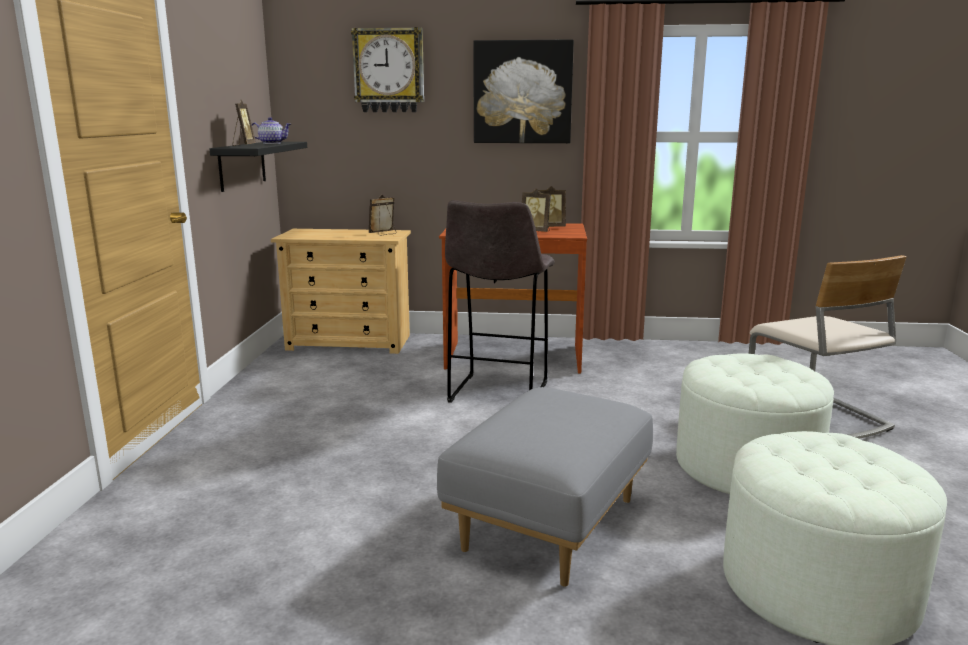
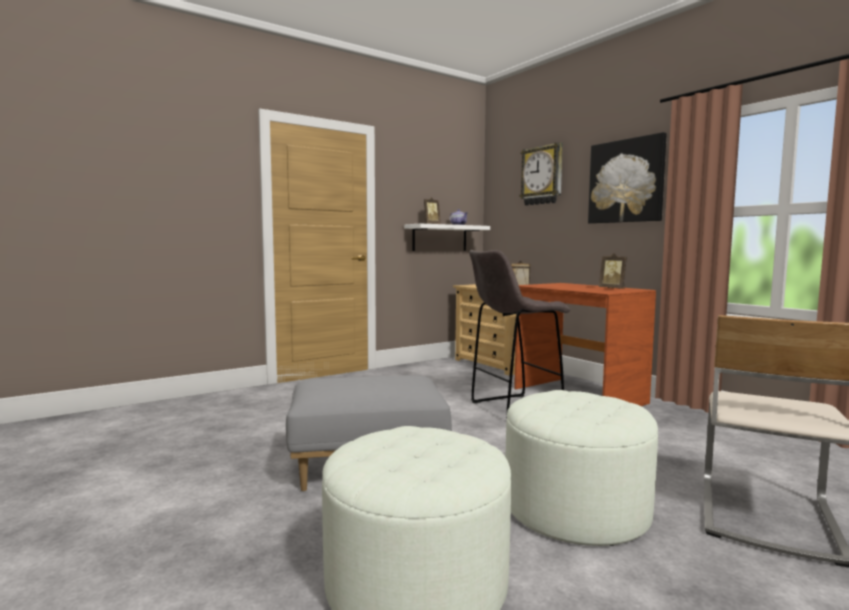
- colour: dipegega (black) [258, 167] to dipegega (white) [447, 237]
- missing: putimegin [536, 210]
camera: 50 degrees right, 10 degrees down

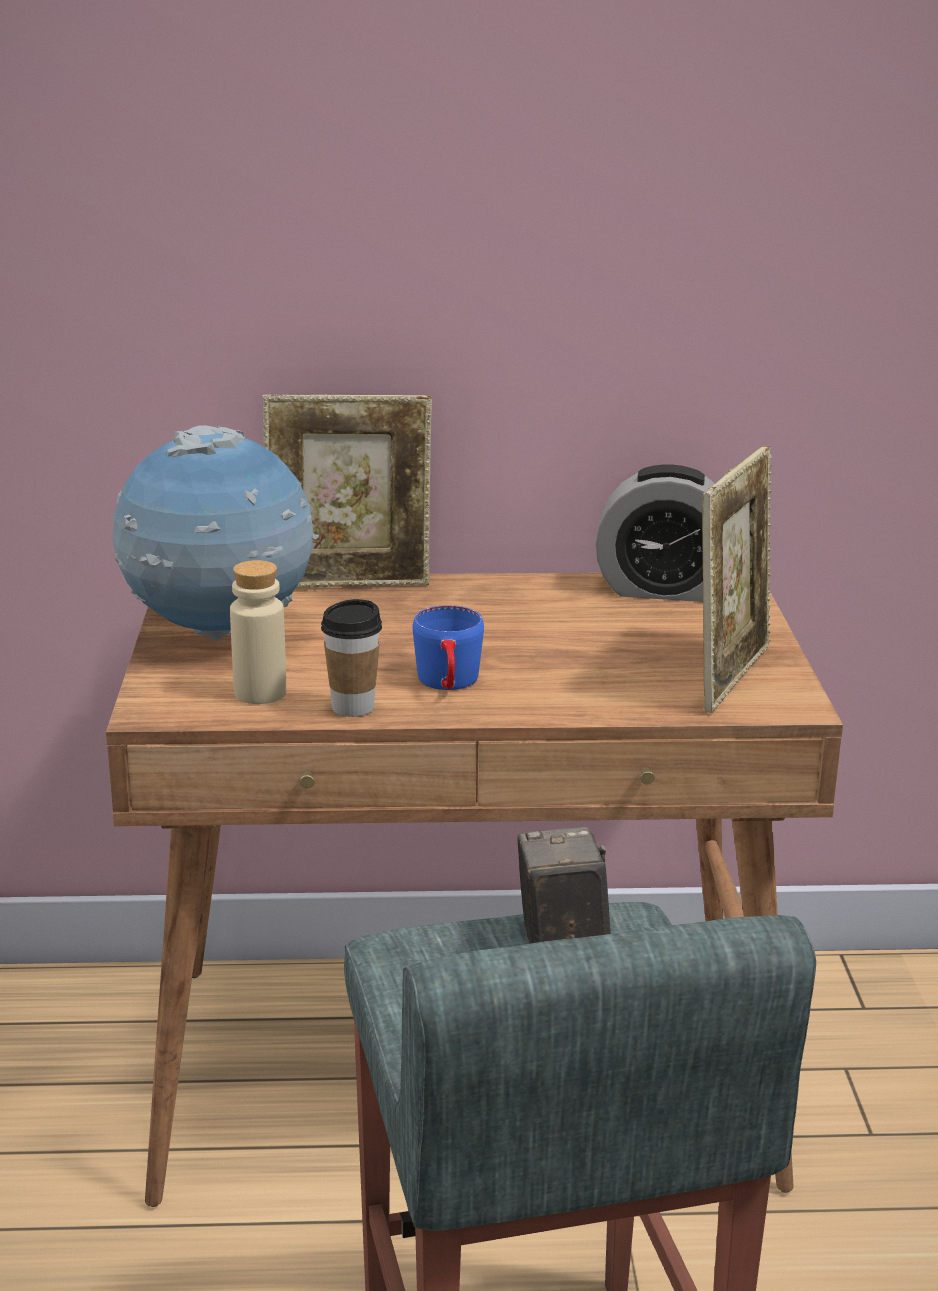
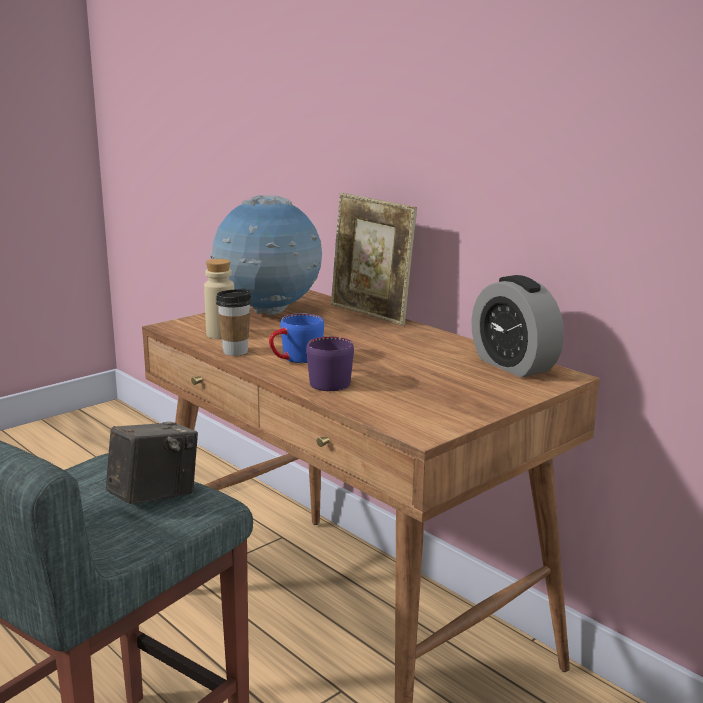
- missing: putimegin [737, 579]
- appeared: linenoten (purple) [330, 364]
camera: 50 degrees right, 5 degrees down

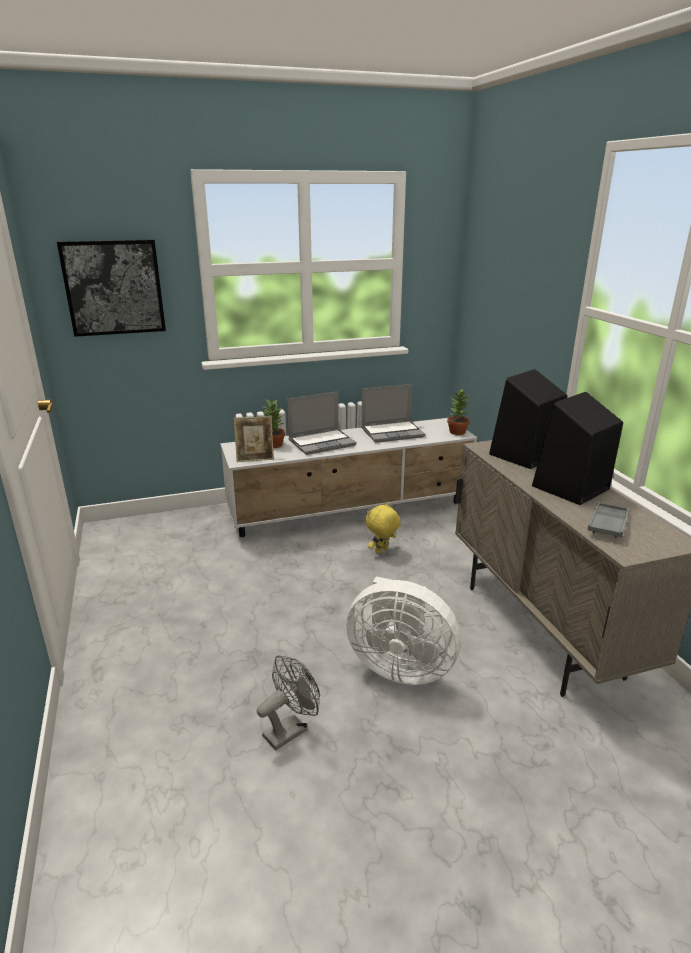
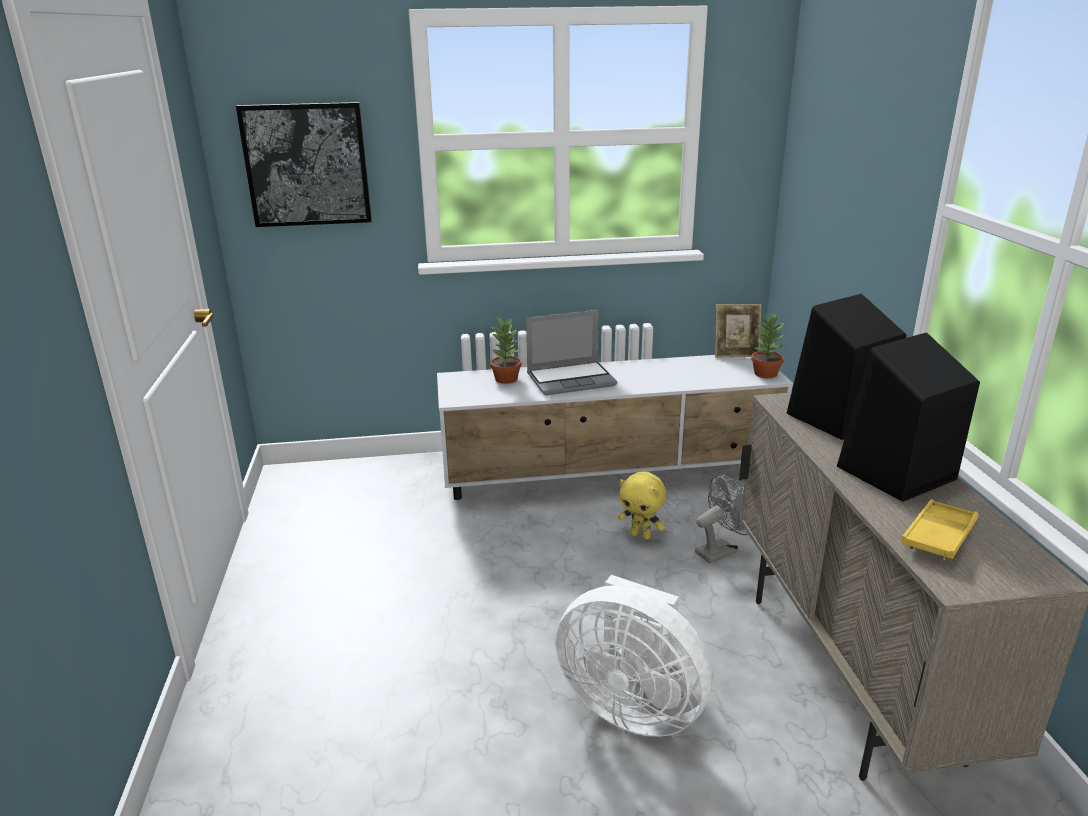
- missing: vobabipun [393, 413]
- relocated: putimegin [254, 439] to [738, 331]
- colour: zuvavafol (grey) [608, 520] to zuvavafol (yellow) [939, 529]
- spun: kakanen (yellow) [383, 528] = [642, 506] 120 degrees counterclockwise
- relocated: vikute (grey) [288, 702] to [722, 519]
camera: 10 degrees right, 0 degrees up

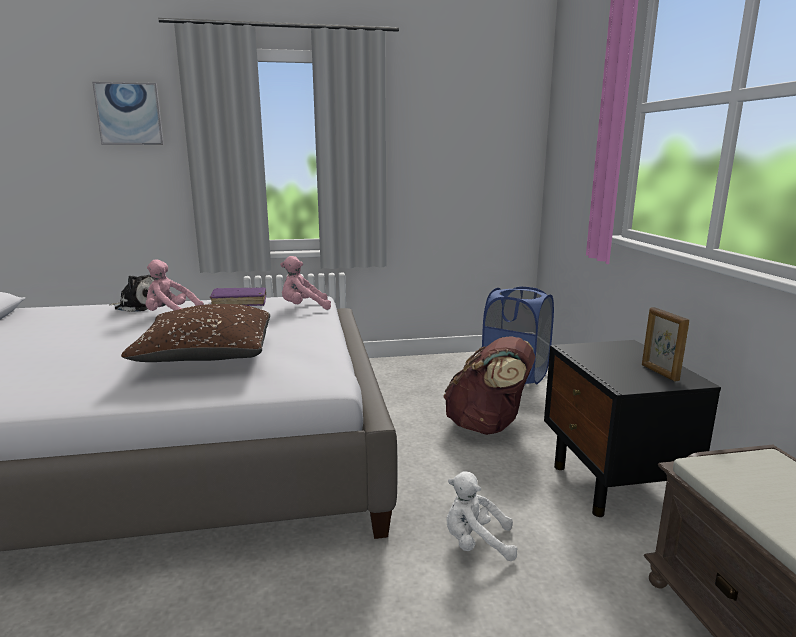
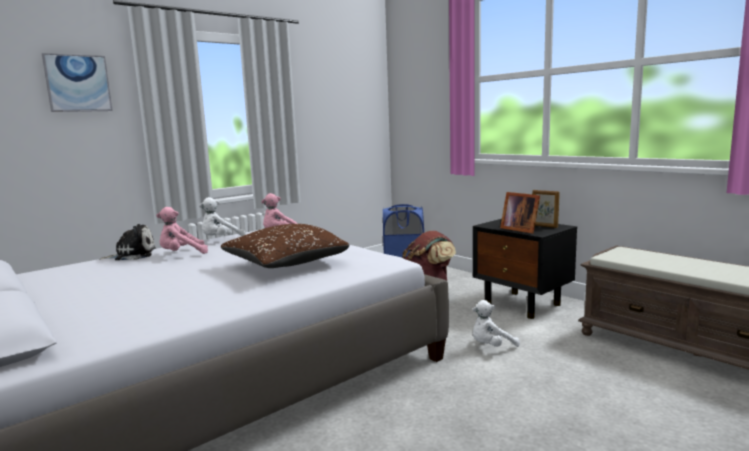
- exchanged: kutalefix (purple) [238, 296] to kakanen (white) [222, 216]
- appeared: putimegin [520, 213]
camera: 30 degrees left, 5 degrees down

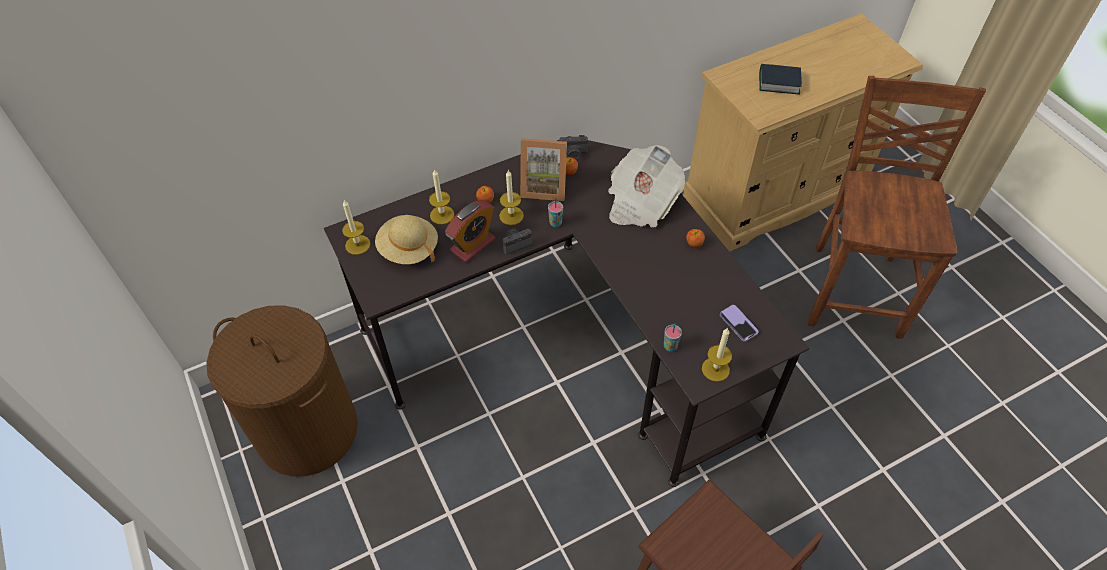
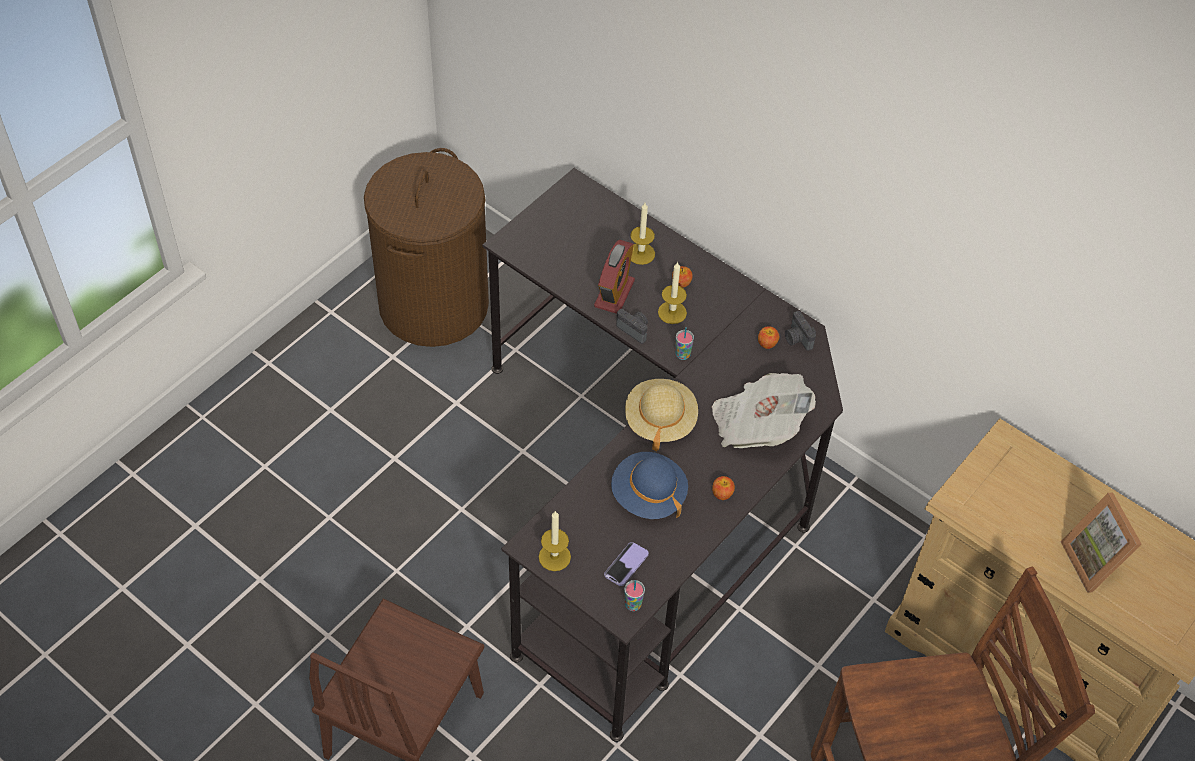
- missing: kutalefix [780, 79]
- relocated: putimegin [543, 169] to [1101, 543]
- missing: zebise [356, 227]
- spun: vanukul [470, 231] = [614, 277] 90 degrees counterclockwise
- relocated: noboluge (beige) [406, 239] to [661, 415]
- relocated: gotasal [673, 337] to [634, 595]
- appeared: noboluge (blue) [649, 485]
camera: 65 degrees right, 0 degrees up

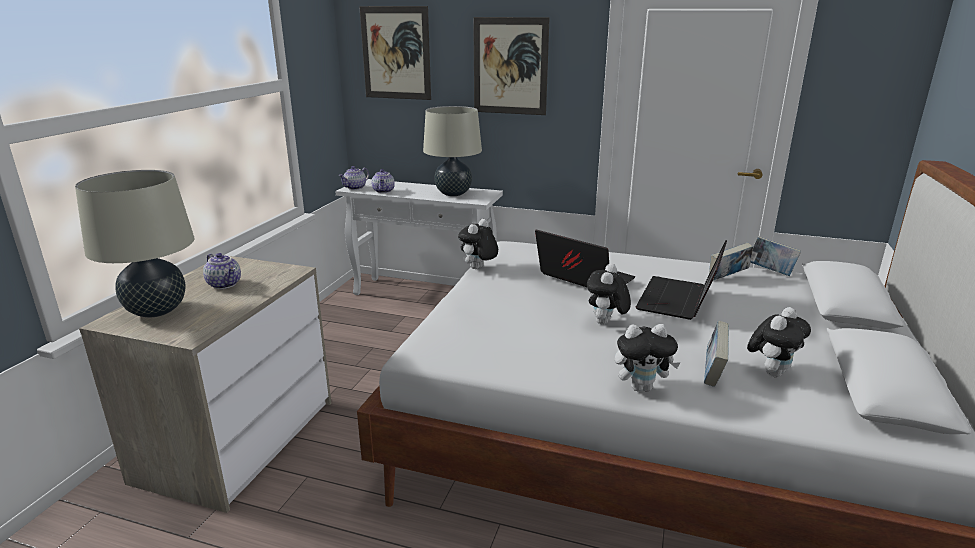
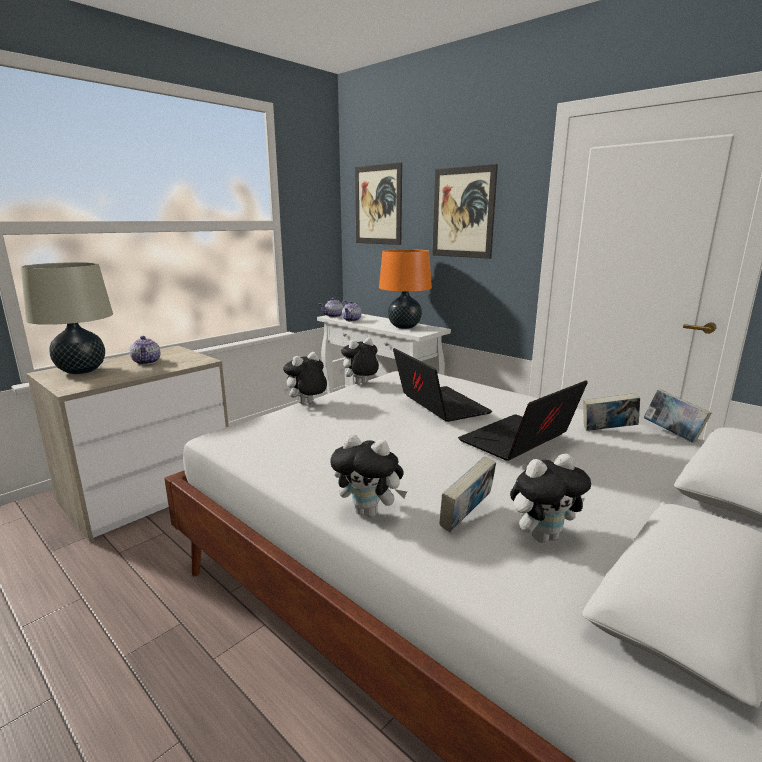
- colour: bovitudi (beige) [452, 151] to bovitudi (orange) [405, 289]
- relocated: kakanen [609, 293] to [305, 378]
camera: 25 degrees right, 5 degrees down

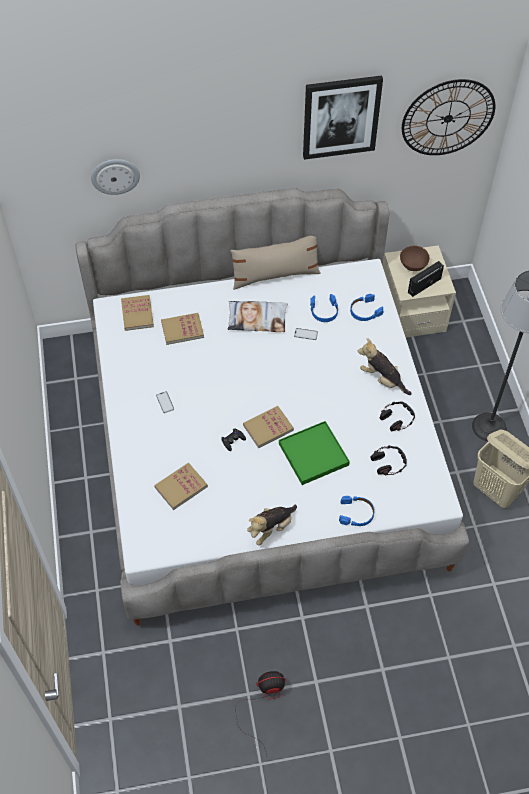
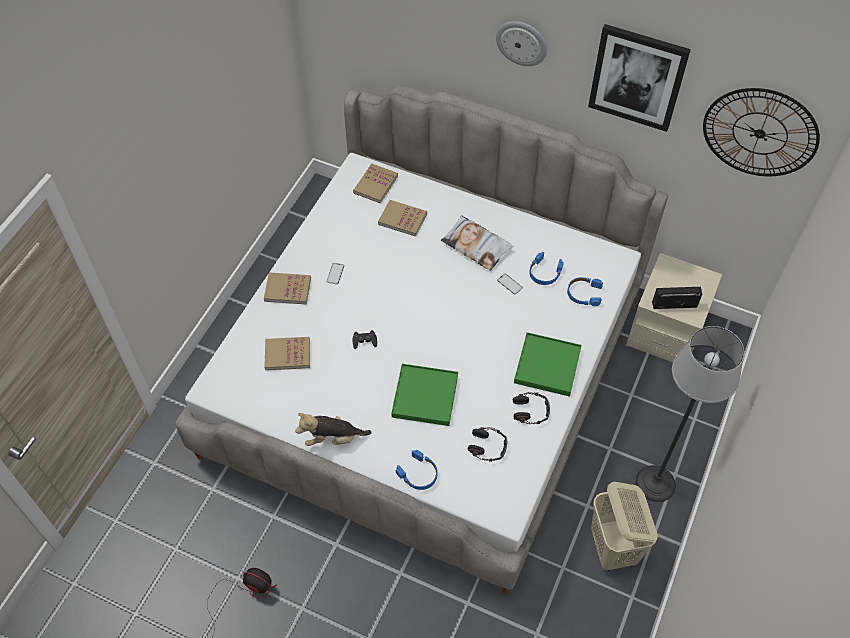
- relocated: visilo [115, 177] to [521, 43]
- missing: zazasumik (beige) [275, 263]
- missing: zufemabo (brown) [414, 258]
- exchanged: kakanen [384, 366] to zuvavafol (green) [548, 364]
- relocated: kutalefix [268, 427] to [287, 288]
camera: 35 degrees right, 0 degrees up

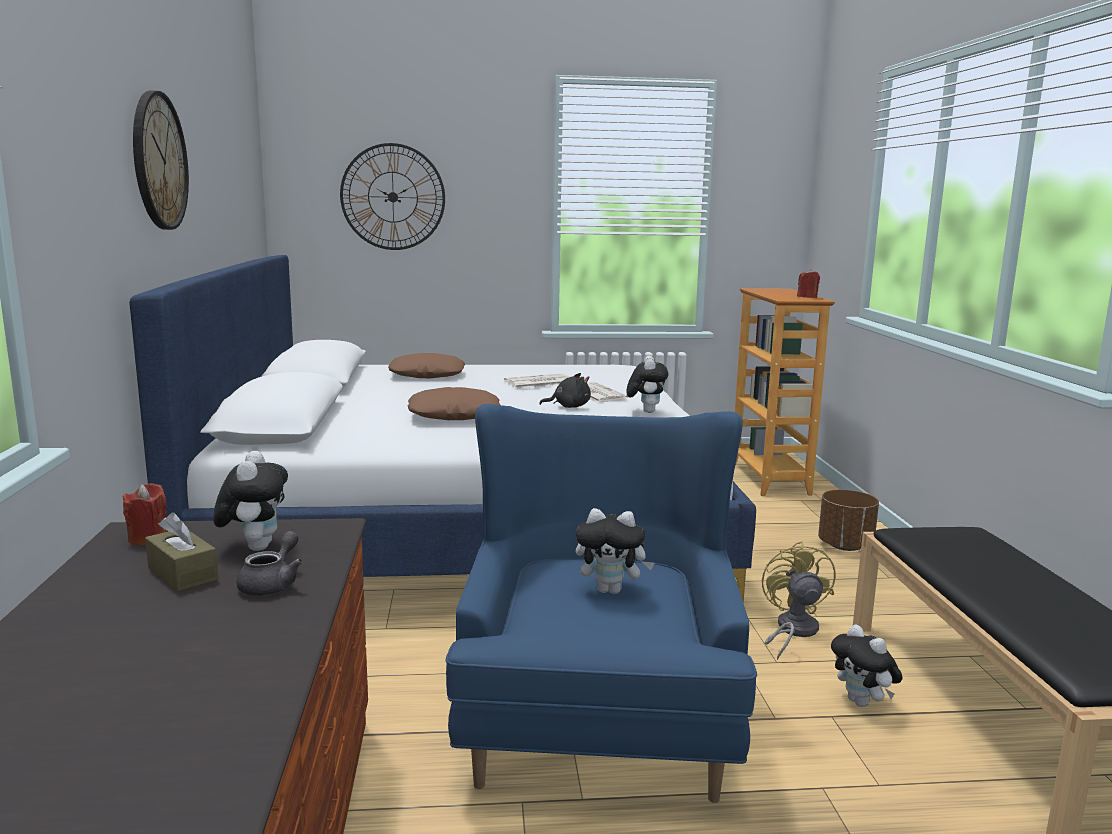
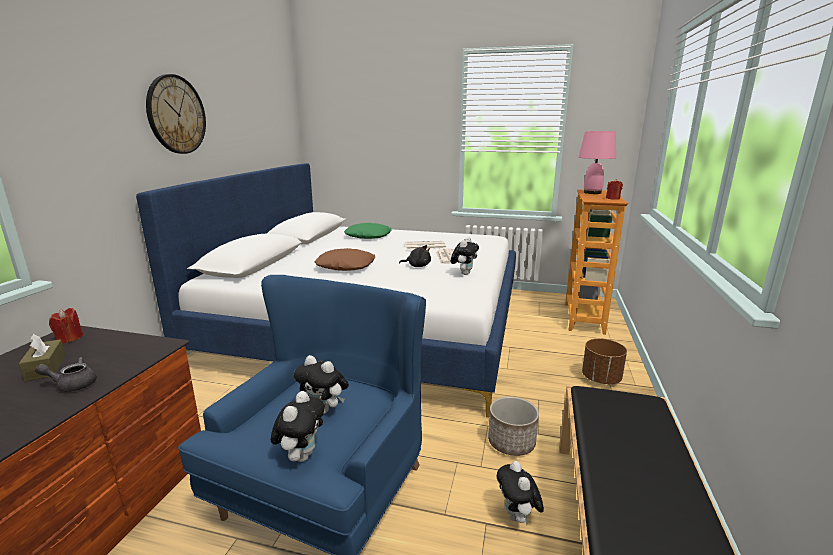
- missing: visilo [392, 196]
- colour: zazasumik (brown) [426, 365] to zazasumik (green) [368, 231]
- relocated: kakanen [250, 501] to [298, 426]
- spun: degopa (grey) [270, 563] = [66, 374] 135 degrees counterclockwise
- exchanged: vikute (yellow) [799, 600] to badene [513, 426]
- appeared: bovitudi (pink) [597, 162]
camera: 20 degrees right, 5 degrees up

